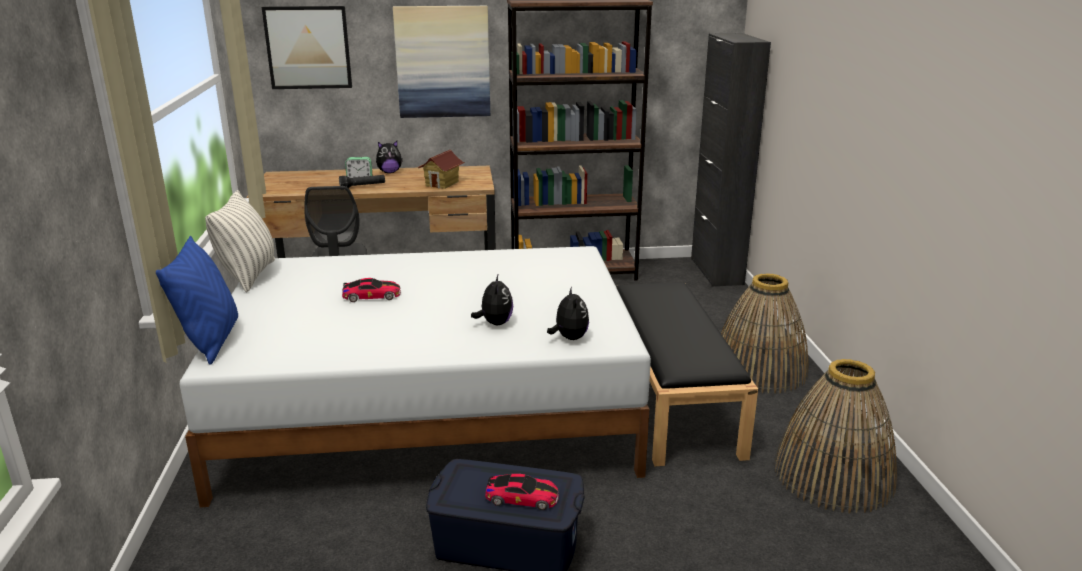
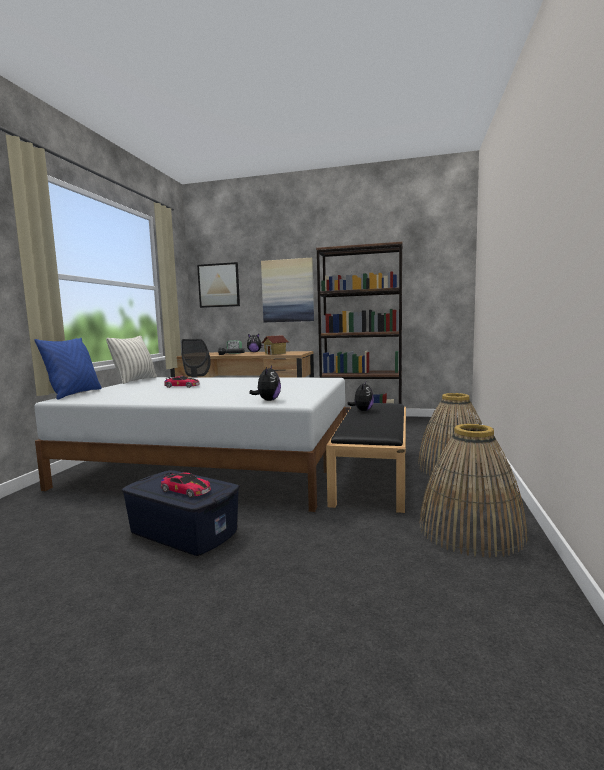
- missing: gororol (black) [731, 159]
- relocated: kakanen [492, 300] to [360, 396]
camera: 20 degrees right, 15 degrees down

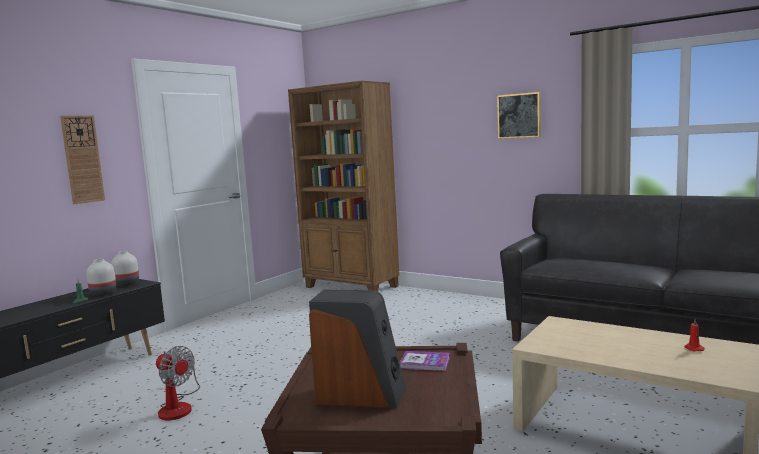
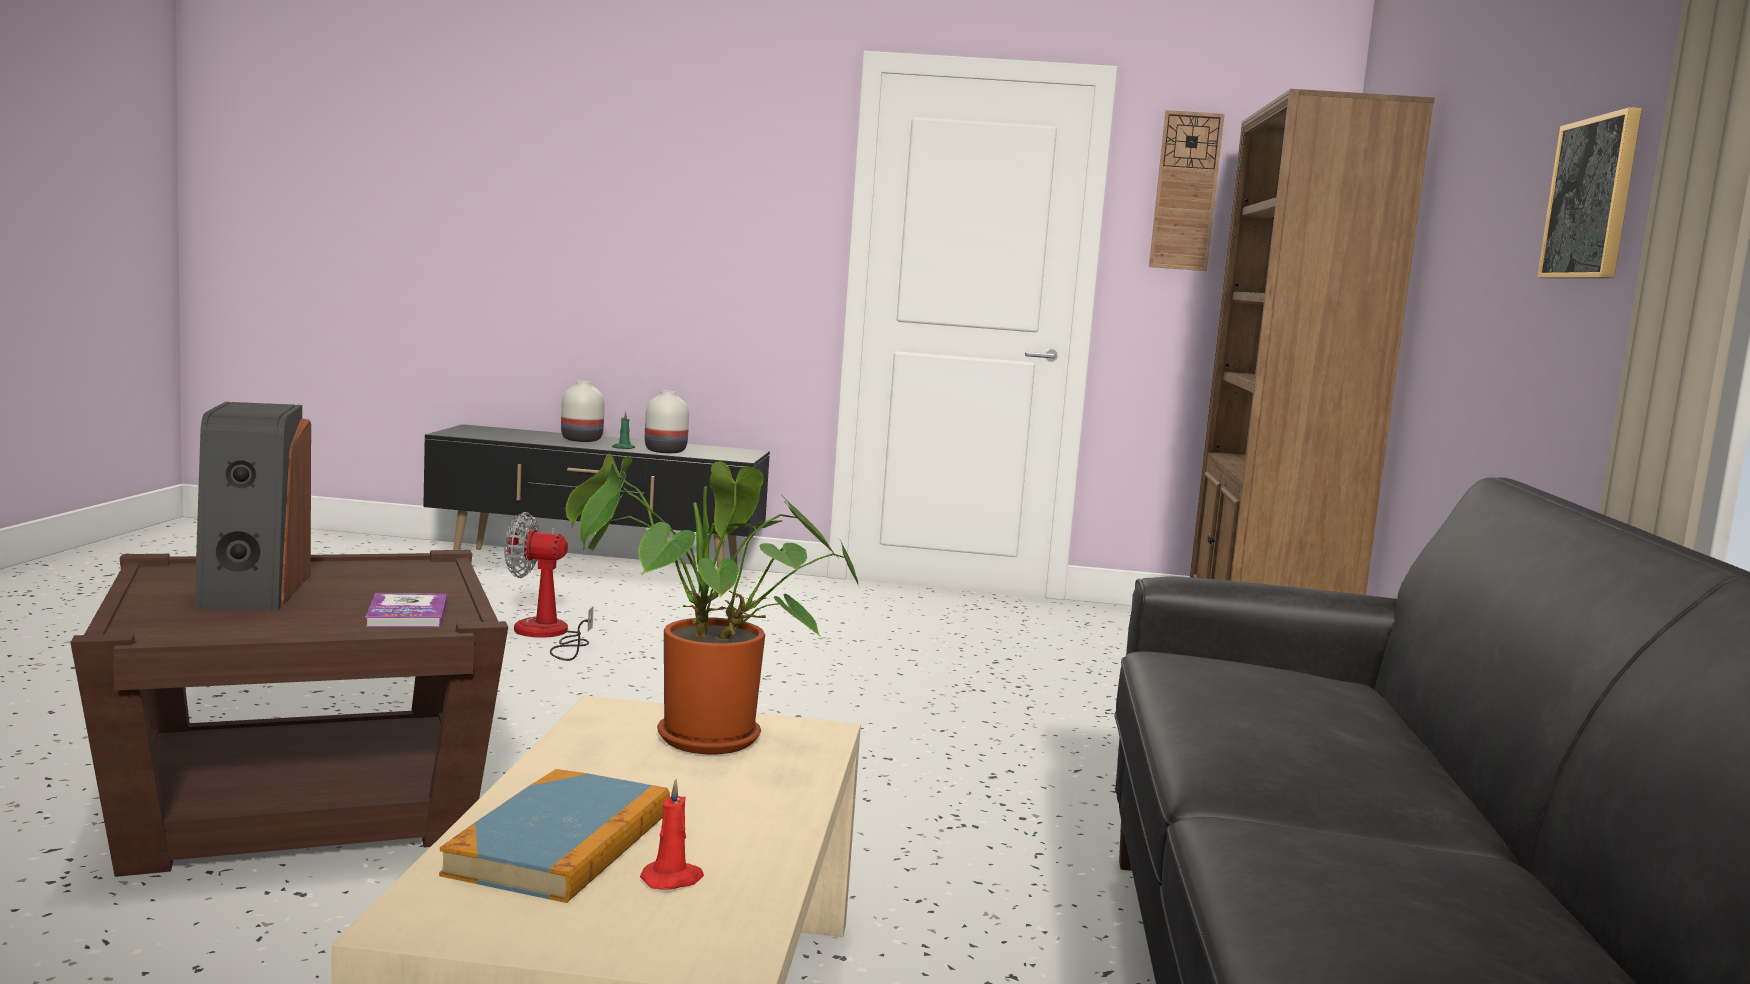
- relocated: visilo [82, 159] to [1187, 190]
- relocated: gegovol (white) [125, 268] to [583, 411]
- spun: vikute [178, 383] = [549, 586] 90 degrees clockwise
- appeared: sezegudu [712, 604]
- appeared: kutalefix [554, 836]
camera: 60 degrees right, 0 degrees up

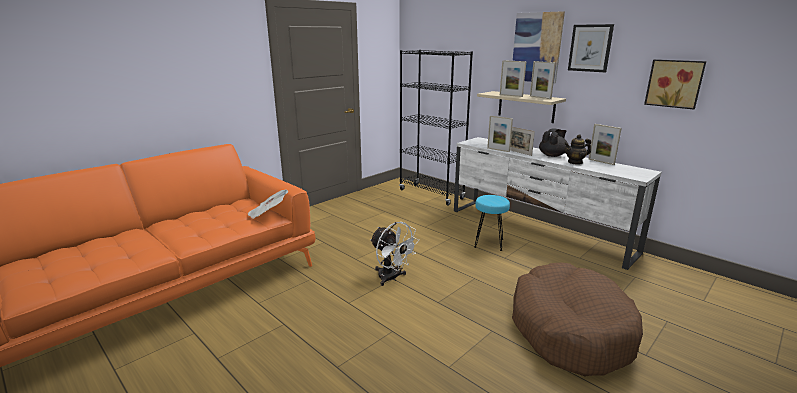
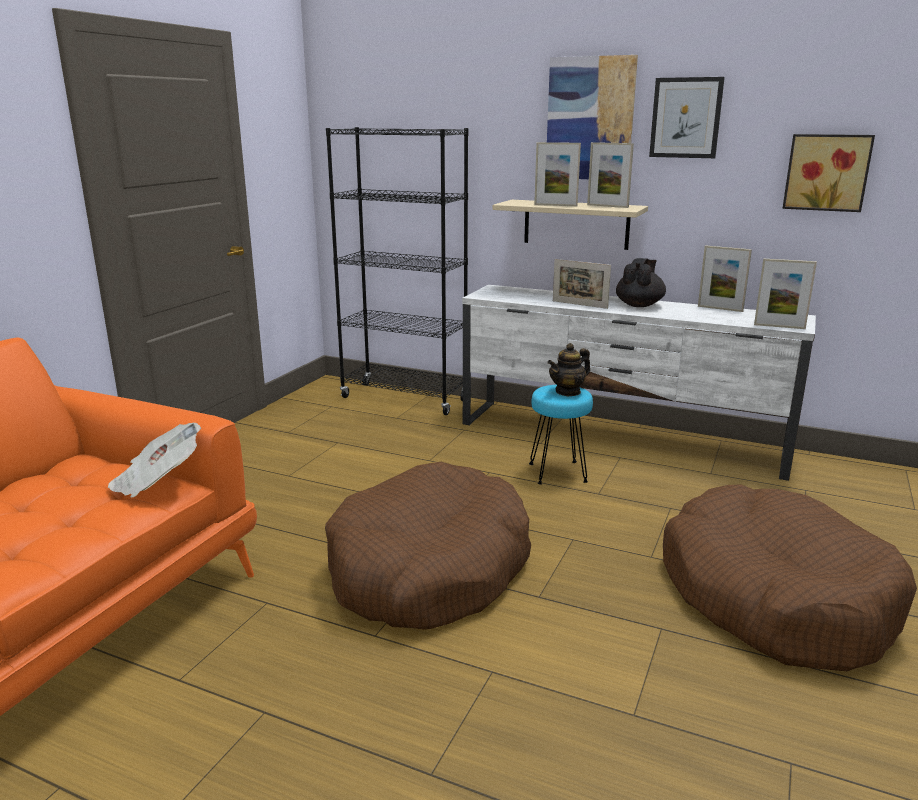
- relocated: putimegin [500, 134] to [785, 293]
- relocated: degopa [577, 149] to [568, 369]
- exchanged: vikute (white) [394, 254] to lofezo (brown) [428, 546]
camera: 20 degrees left, 0 degrees up

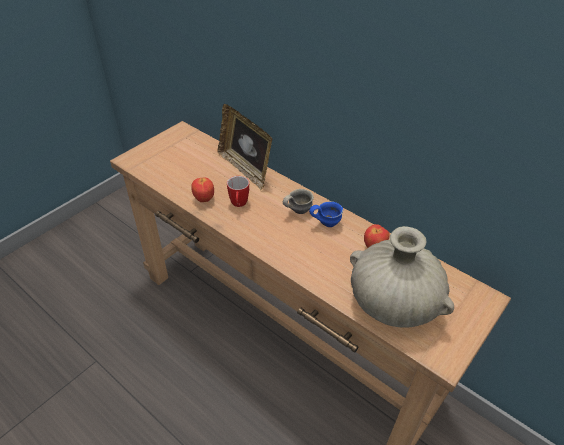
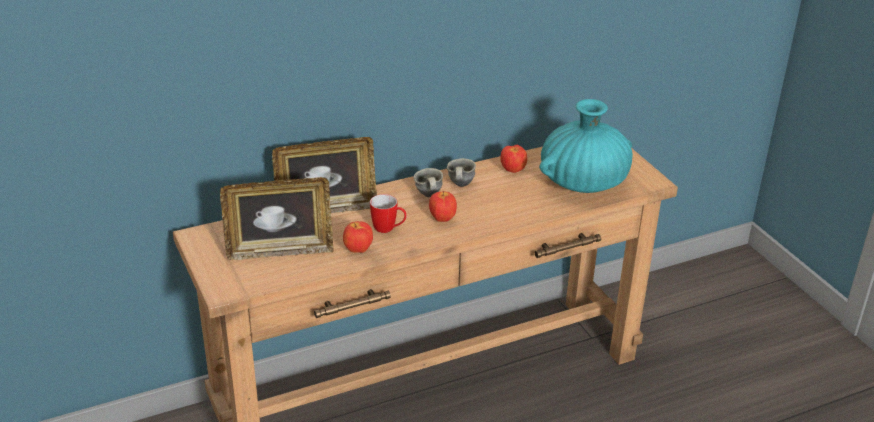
- colour: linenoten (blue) [326, 214] to linenoten (grey) [461, 172]
- colour: gegovol (beige) [402, 277] to gegovol (turquoise) [586, 146]
- appeared: putimegin [276, 218]
- appeared: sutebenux [443, 206]
camera: 65 degrees left, 10 degrees down

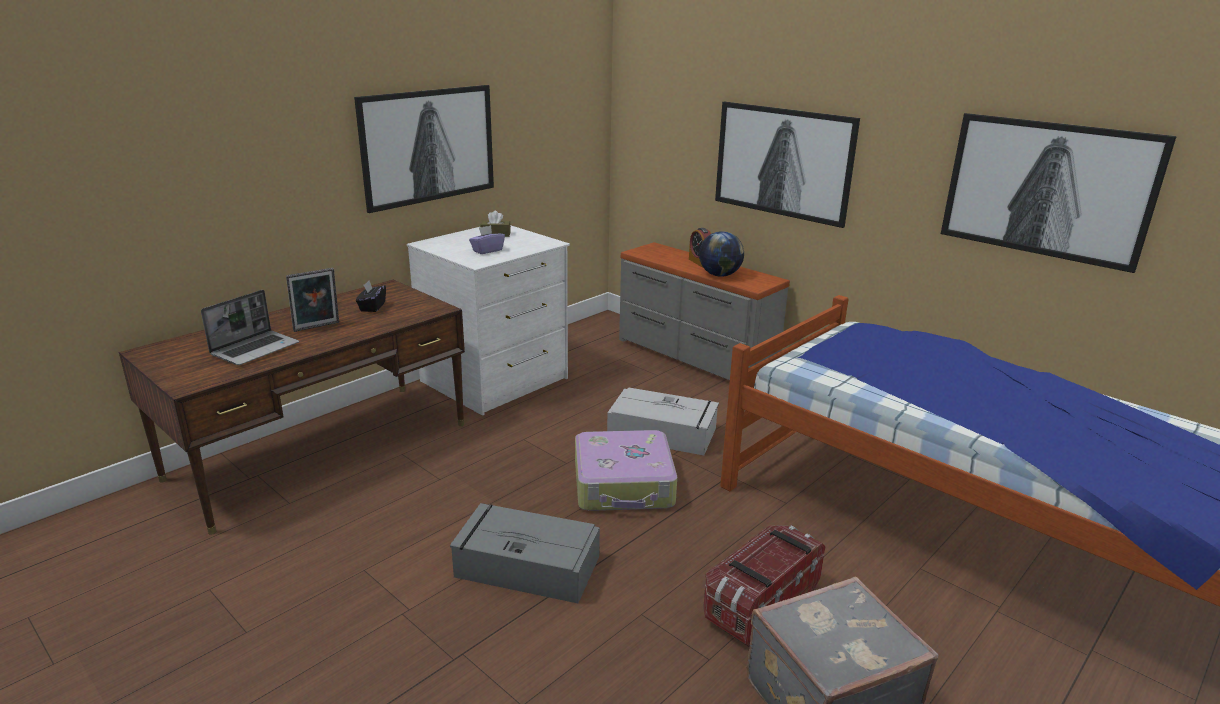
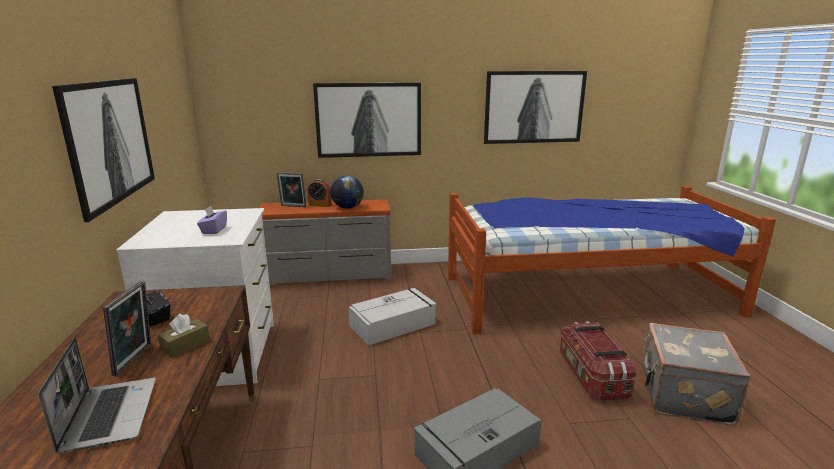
- relocated: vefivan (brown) [496, 224] to [184, 336]
- missing: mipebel [626, 470]
- appeared: putimegin [291, 189]
camera: 50 degrees left, 5 degrees down

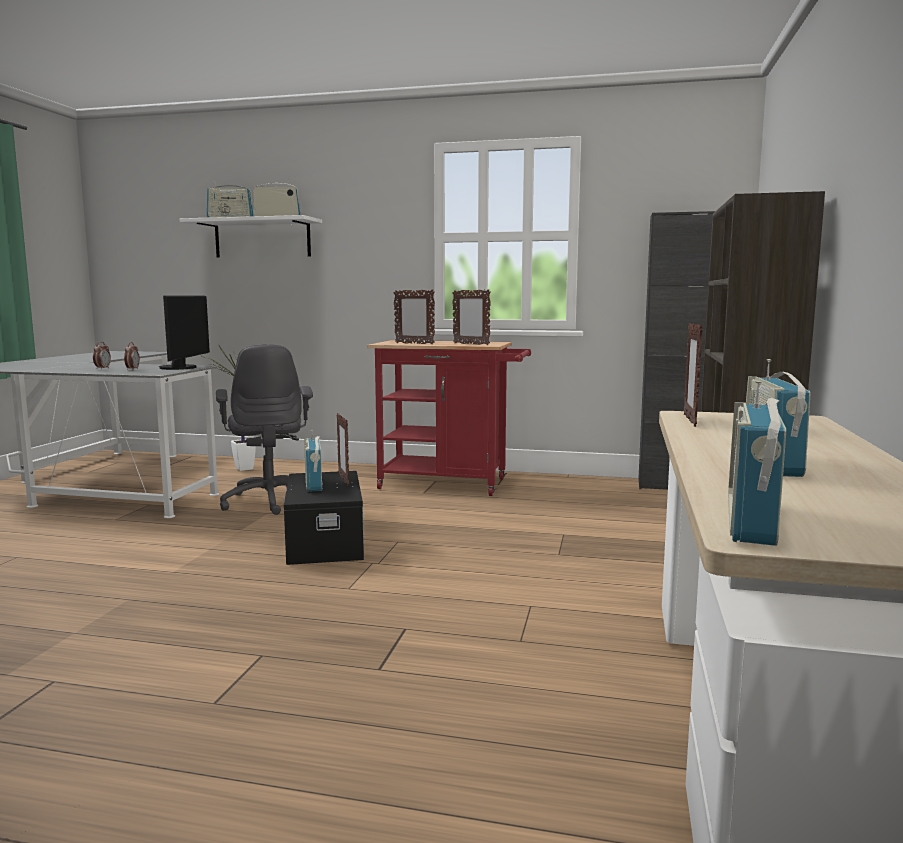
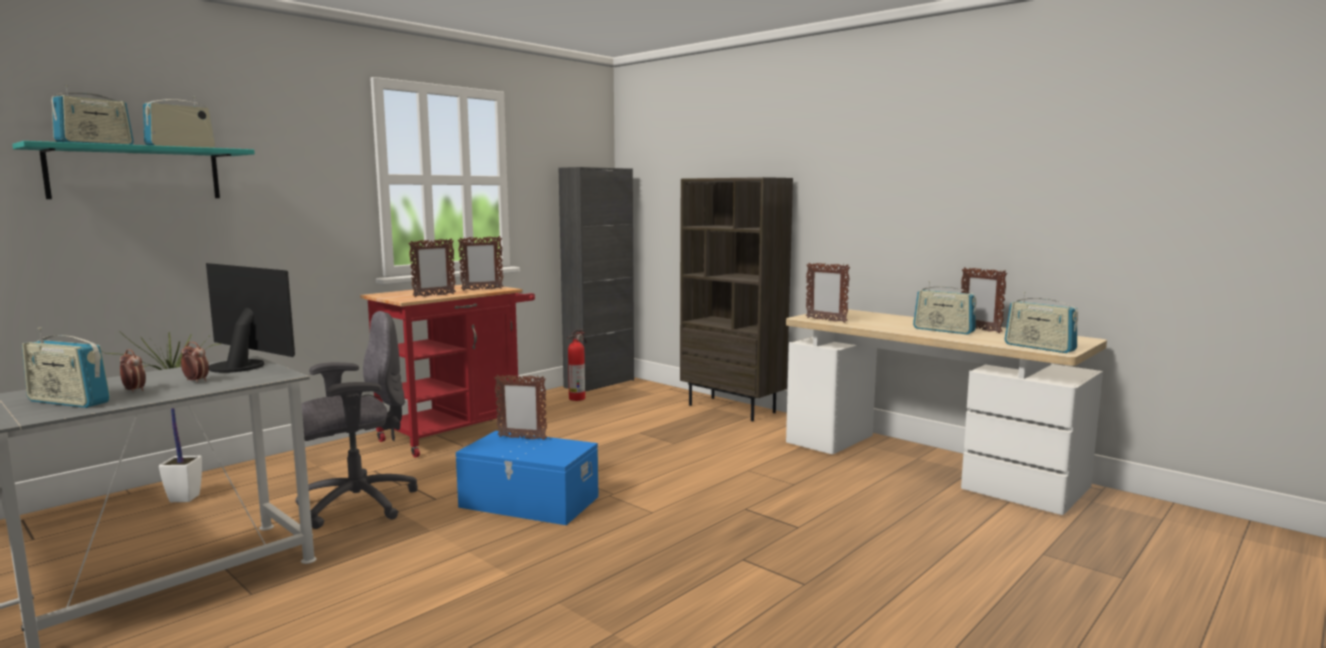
- colour: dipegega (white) [251, 236] to dipegega (turquoise) [133, 170]
- spun: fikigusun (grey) [264, 429] = [356, 420] 45 degrees counterclockwise
- relocated: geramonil [313, 461] to [66, 367]
- colour: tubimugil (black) [323, 518] to tubimugil (blue) [527, 478]
- appeared: putimegin [984, 300]
- appeared: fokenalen [577, 365]
camera: 60 degrees left, 0 degrees up

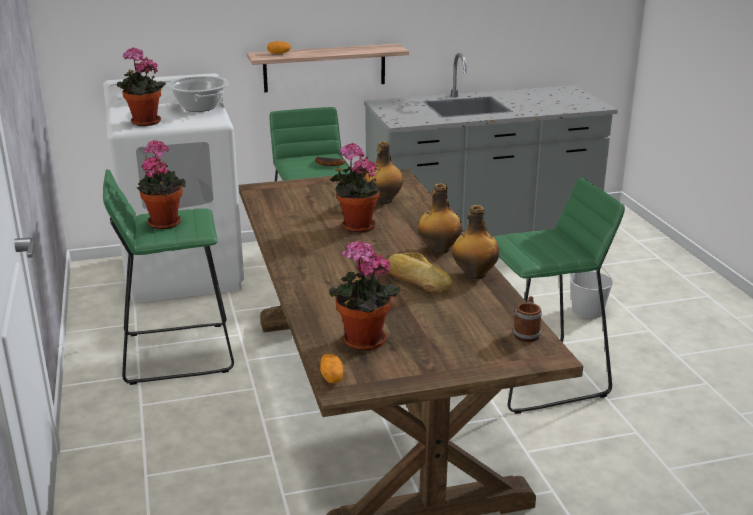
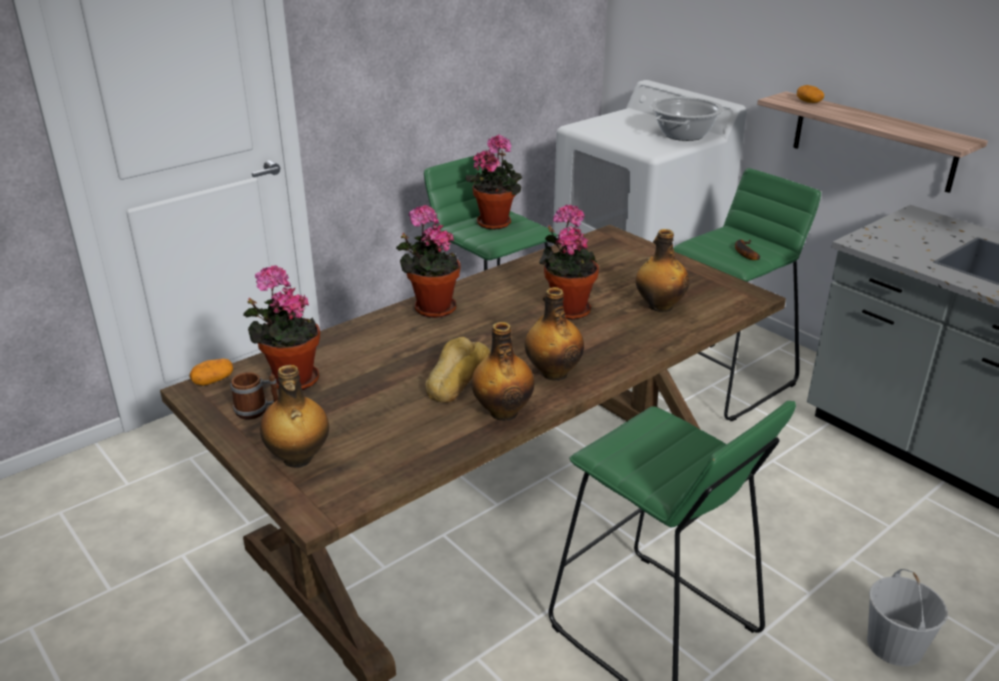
- relocated: sezegudu [141, 86] to [428, 261]
- relocated: linenoten [527, 319] to [254, 395]
- appeared: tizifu [294, 416]
camera: 65 degrees right, 5 degrees up

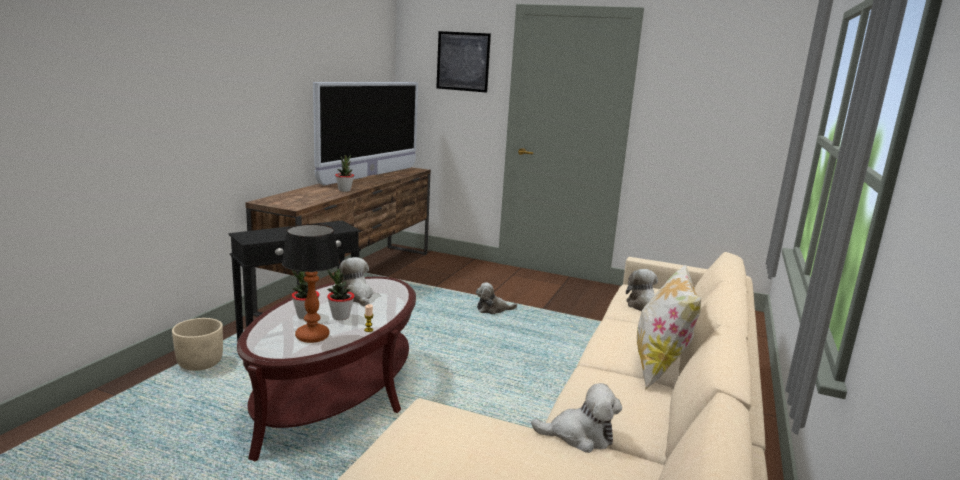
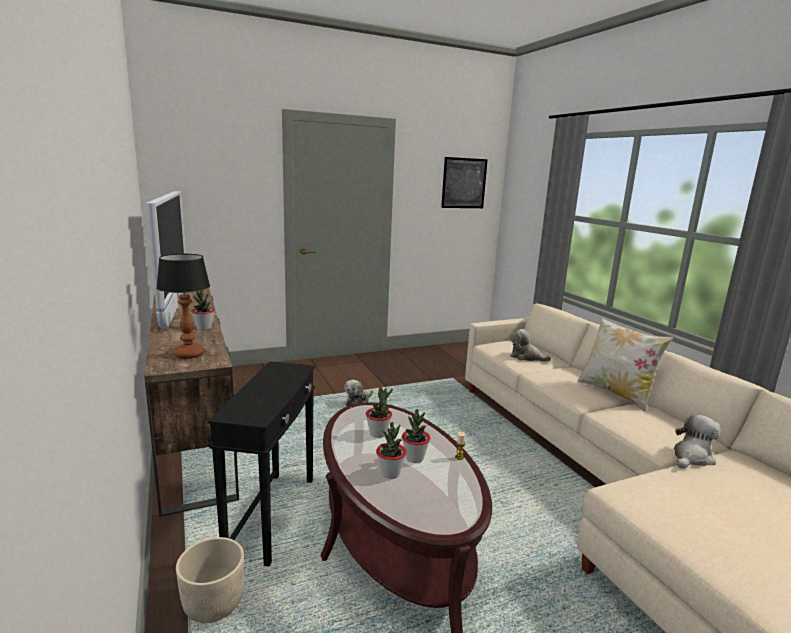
- relocated: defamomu [463, 62] to [464, 182]
- relocated: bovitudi [311, 283] to [183, 306]
- exchanged: kakanen [356, 281] to sezegudu [379, 412]
camera: 45 degrees left, 0 degrees up

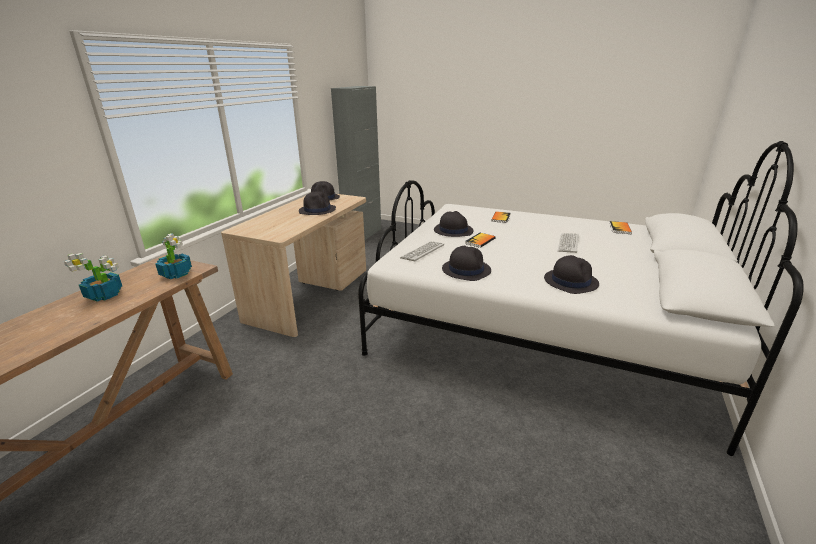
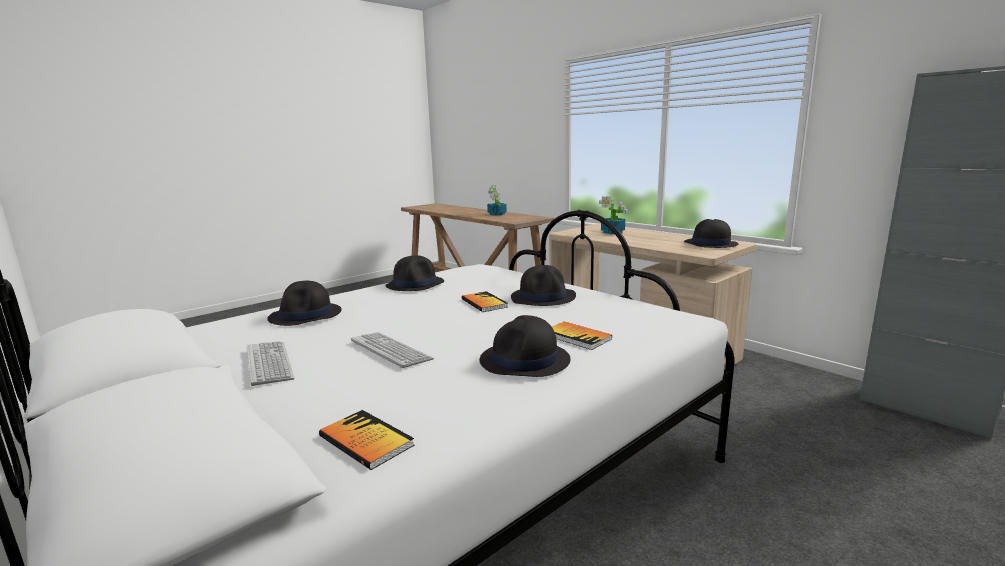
- relocated: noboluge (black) [317, 203] to [525, 346]
- relocated: sezegudu [173, 256] to [613, 215]
- relocated: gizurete [422, 251] to [271, 363]
camera: 115 degrees right, 10 degrees down

